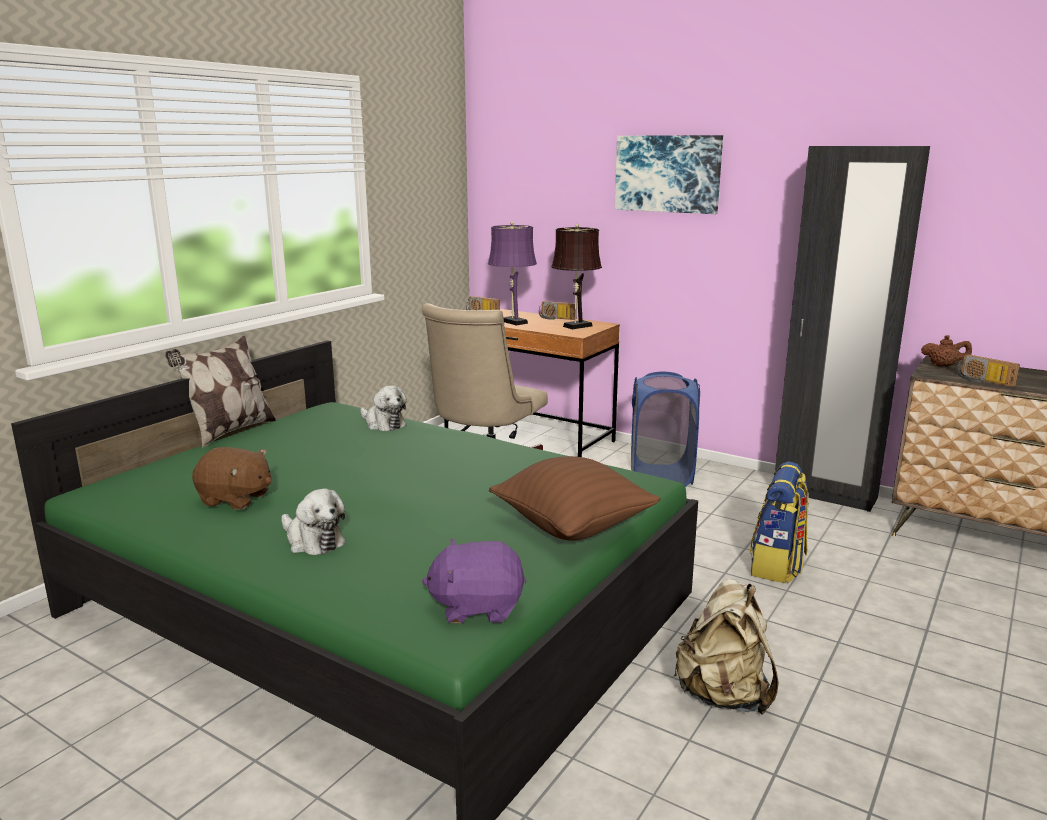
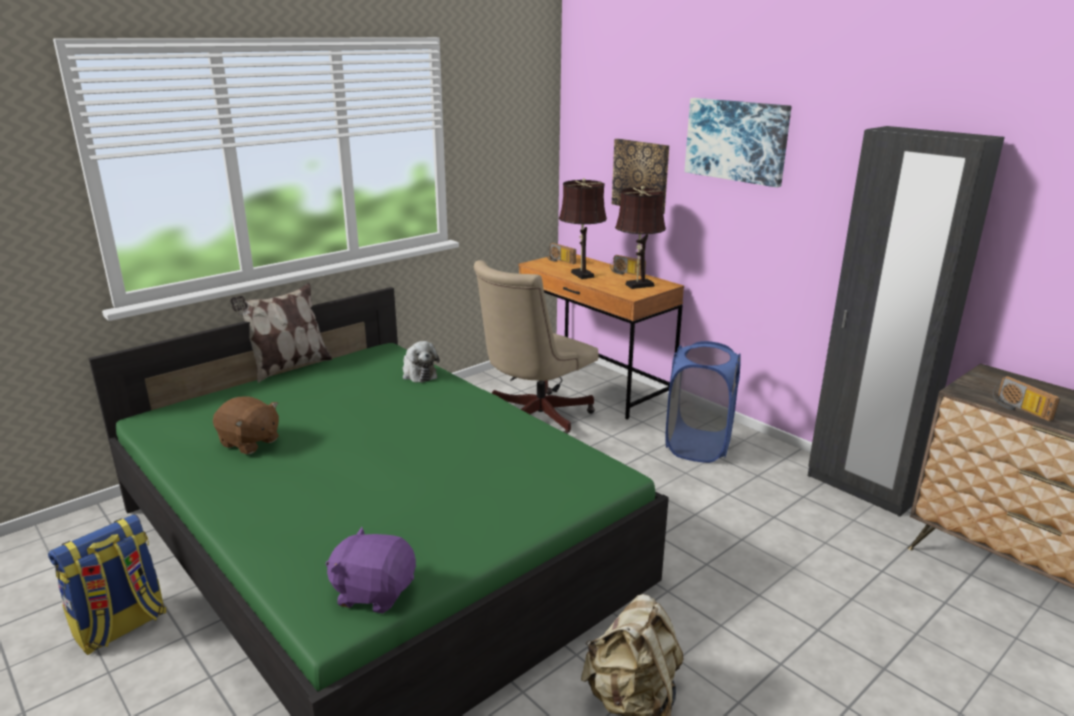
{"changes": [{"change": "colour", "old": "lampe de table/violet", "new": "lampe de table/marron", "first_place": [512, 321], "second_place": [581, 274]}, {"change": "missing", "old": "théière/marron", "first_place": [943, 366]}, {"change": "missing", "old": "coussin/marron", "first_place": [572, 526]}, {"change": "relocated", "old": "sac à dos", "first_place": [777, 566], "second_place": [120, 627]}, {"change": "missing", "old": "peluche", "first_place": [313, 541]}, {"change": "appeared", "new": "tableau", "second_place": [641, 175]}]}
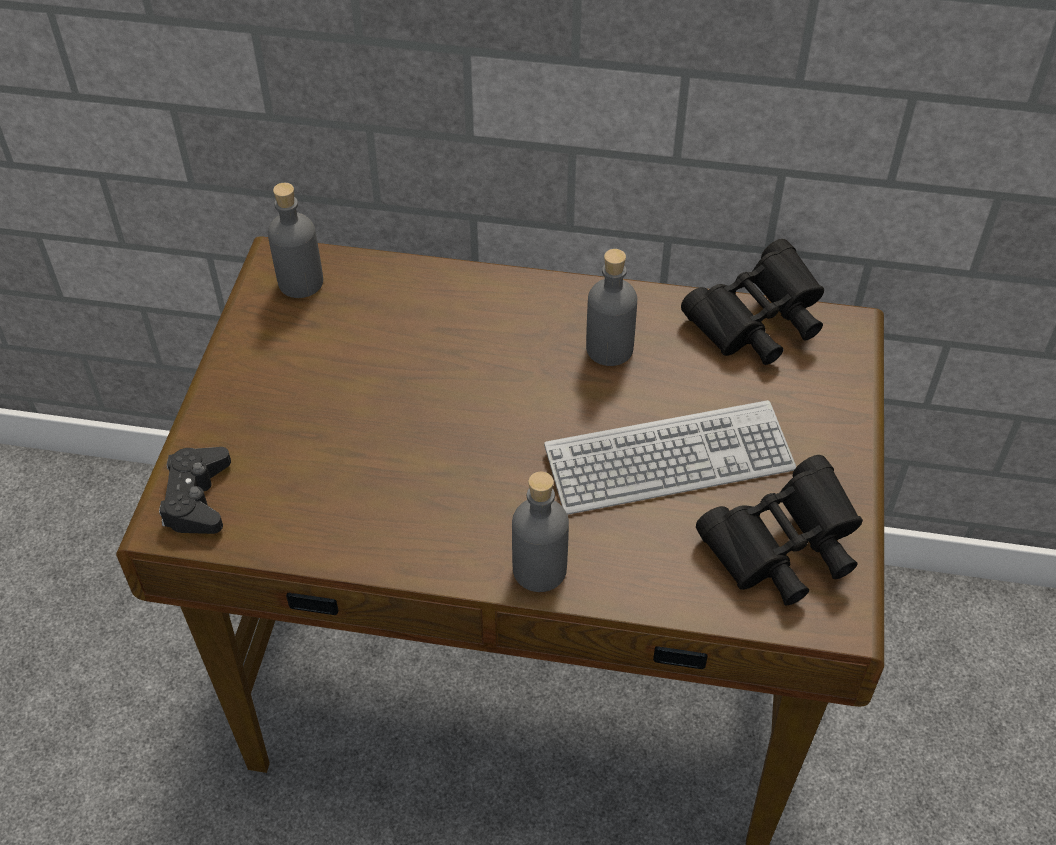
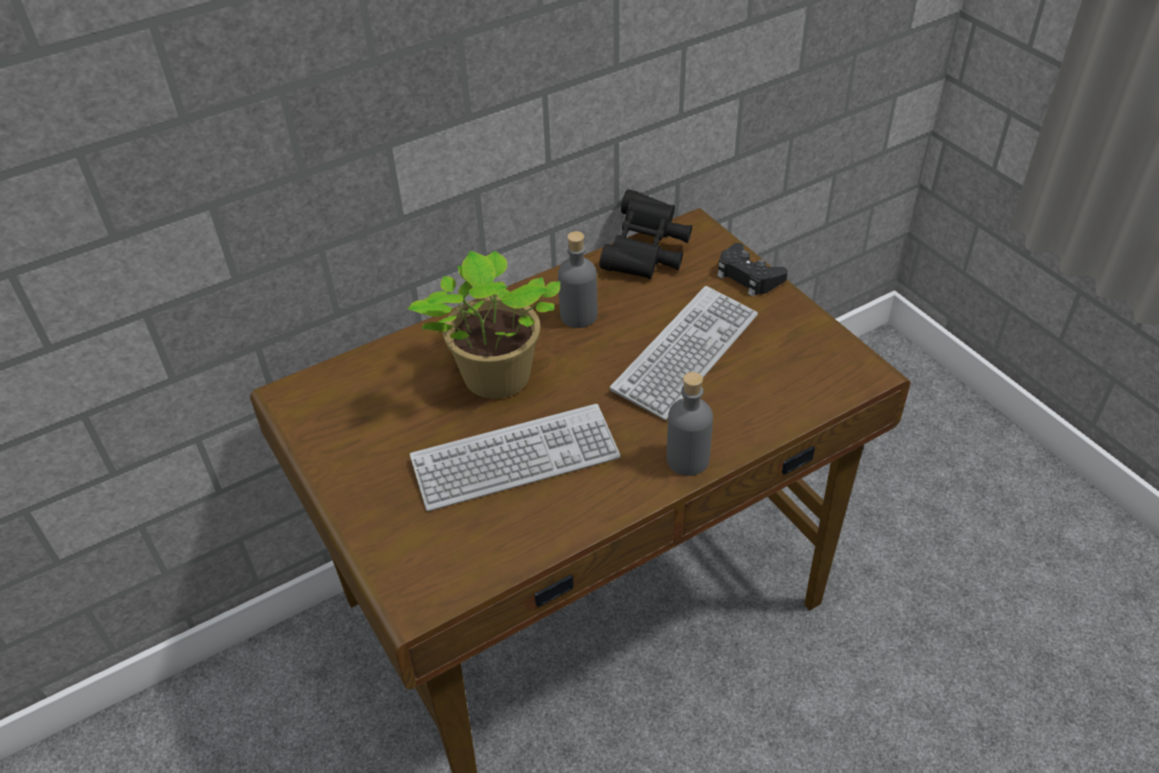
{"changes": [{"change": "missing", "old": "bouteille/gris", "first_place": [300, 282]}, {"change": "relocated", "old": "manette/noir", "first_place": [197, 498], "second_place": [748, 276]}, {"change": "missing", "old": "jumelles/noir", "first_place": [782, 552]}, {"change": "appeared", "new": "plante en pot", "second_place": [494, 380]}, {"change": "appeared", "new": "clavier", "second_place": [515, 459]}]}
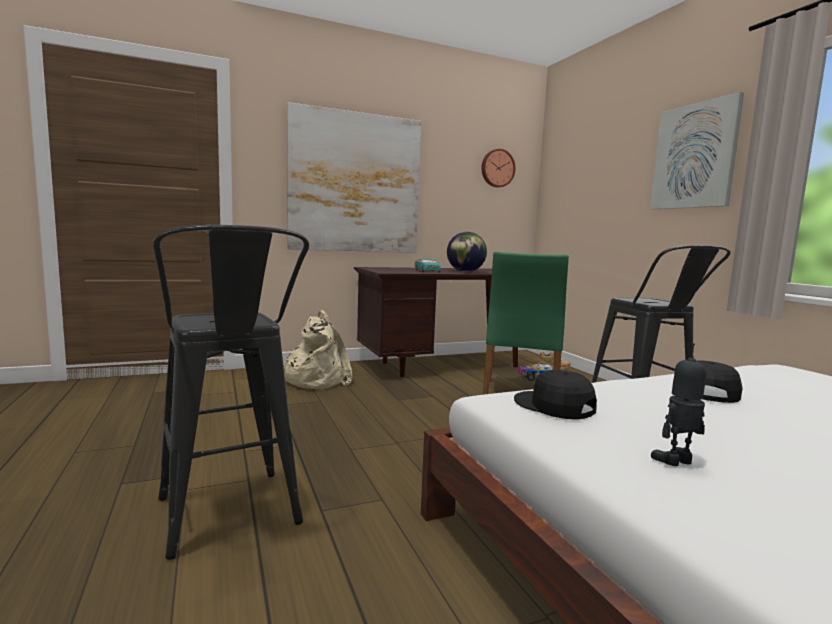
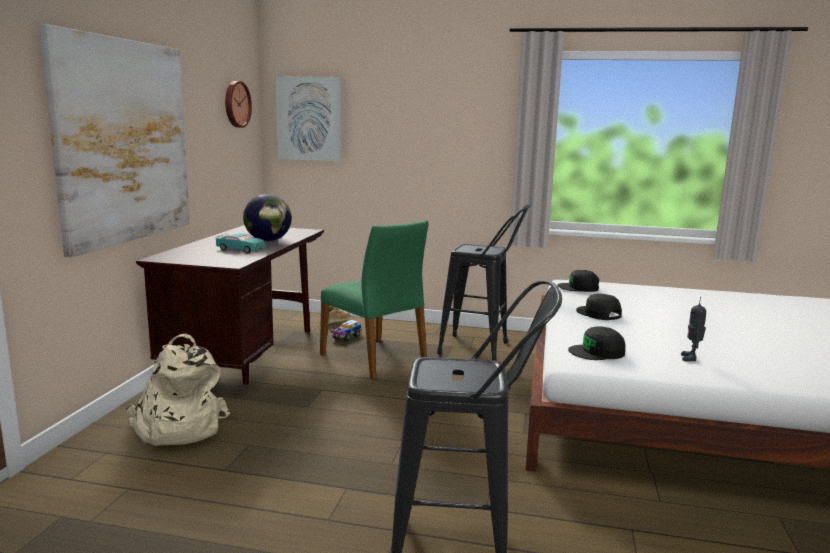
{"changes": [{"change": "relocated", "old": "tableau", "first_place": [694, 156], "second_place": [309, 119]}, {"change": "appeared", "new": "casquette/noir", "second_place": [579, 287]}]}
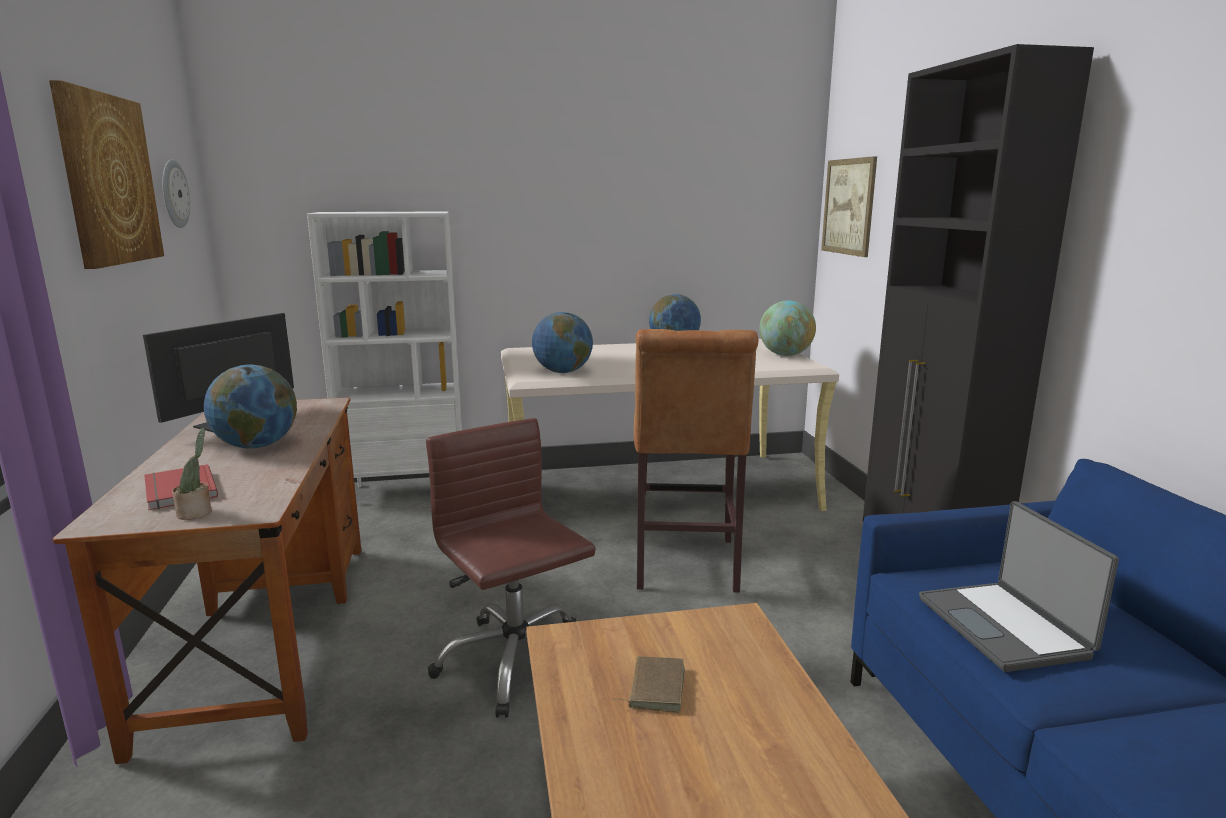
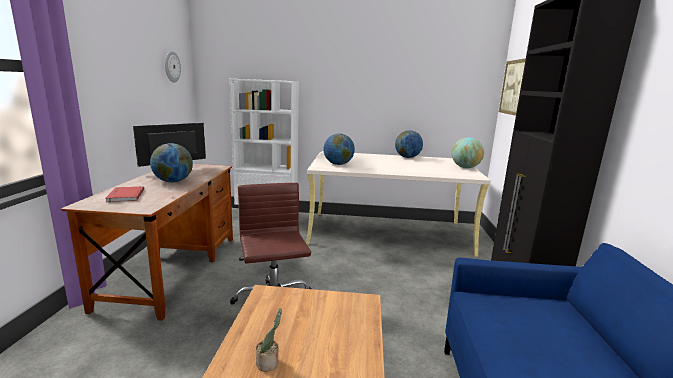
{"changes": [{"change": "missing", "old": "tableau", "first_place": [108, 179]}, {"change": "missing", "old": "tabouret/marron", "first_place": [685, 568]}, {"change": "relocated", "old": "plante en pot", "first_place": [197, 513], "second_place": [269, 363]}, {"change": "missing", "old": "ordinateur portable", "first_place": [1005, 627]}, {"change": "missing", "old": "livre/marron", "first_place": [654, 687]}]}
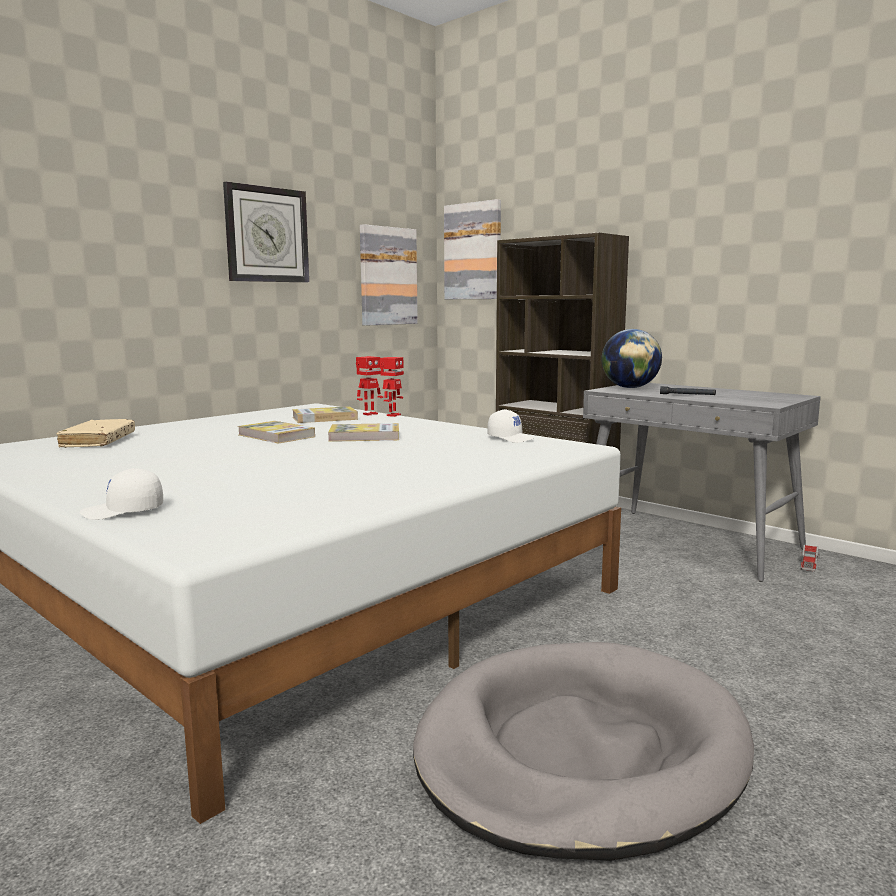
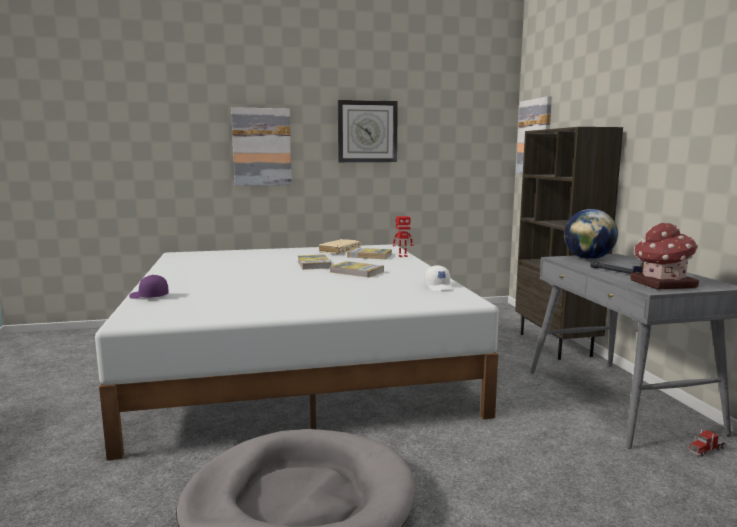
{"changes": [{"change": "relocated", "old": "tableau", "first_place": [387, 276], "second_place": [262, 147]}, {"change": "missing", "old": "robot jouet", "first_place": [393, 415]}, {"change": "relocated", "old": "livre/beige", "first_place": [98, 441], "second_place": [340, 251]}, {"change": "colour", "old": "casquette/blanc", "new": "casquette/violet", "first_place": [123, 511], "second_place": [148, 296]}, {"change": "appeared", "new": "maison miniature", "second_place": [661, 284]}]}
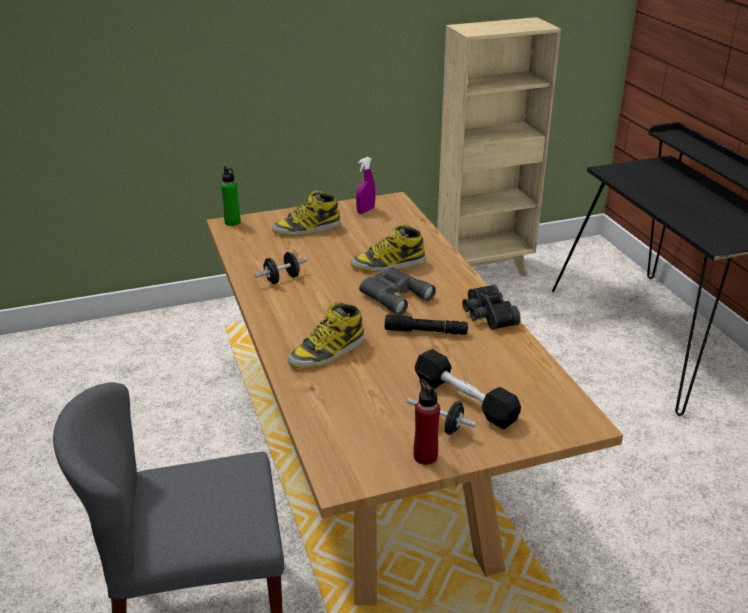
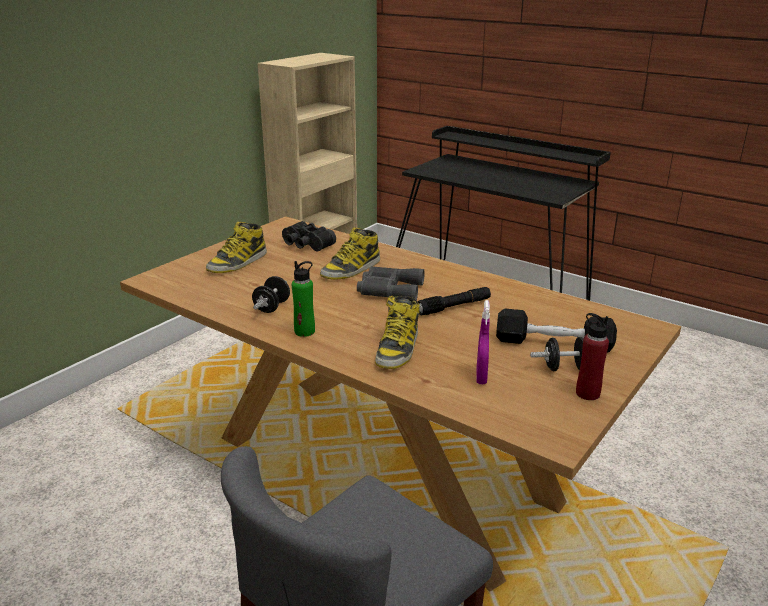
{"changes": [{"change": "relocated", "old": "vaporisateur/violet", "first_place": [365, 211], "second_place": [481, 377]}, {"change": "relocated", "old": "bouteille/vert", "first_place": [232, 222], "second_place": [304, 331]}, {"change": "relocated", "old": "jumelles/noir", "first_place": [486, 316], "second_place": [305, 245]}]}
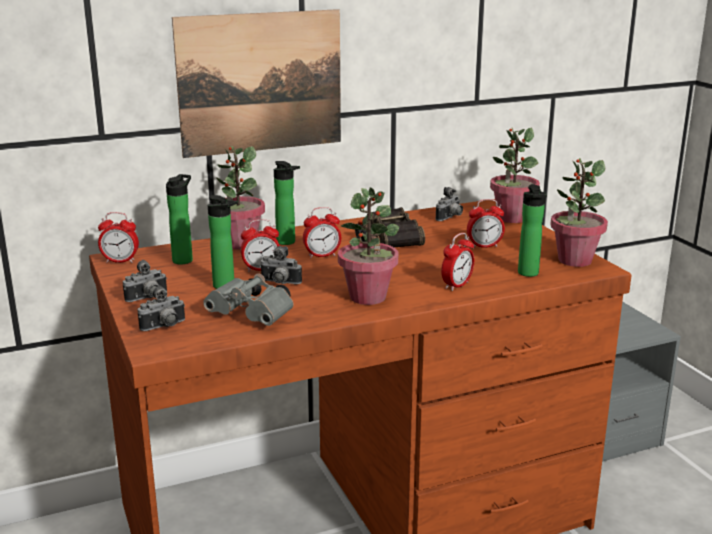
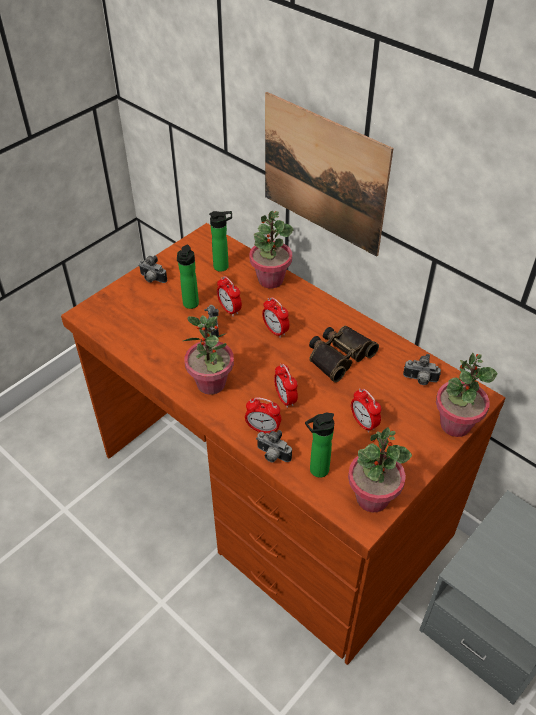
{"changes": [{"change": "missing", "old": "bouteille", "first_place": [288, 242]}, {"change": "relocated", "old": "réveil", "first_place": [120, 261], "second_place": [285, 399]}, {"change": "missing", "old": "jumelles/gris", "first_place": [254, 316]}, {"change": "relocated", "old": "appareil photo", "first_place": [164, 327], "second_place": [272, 455]}]}
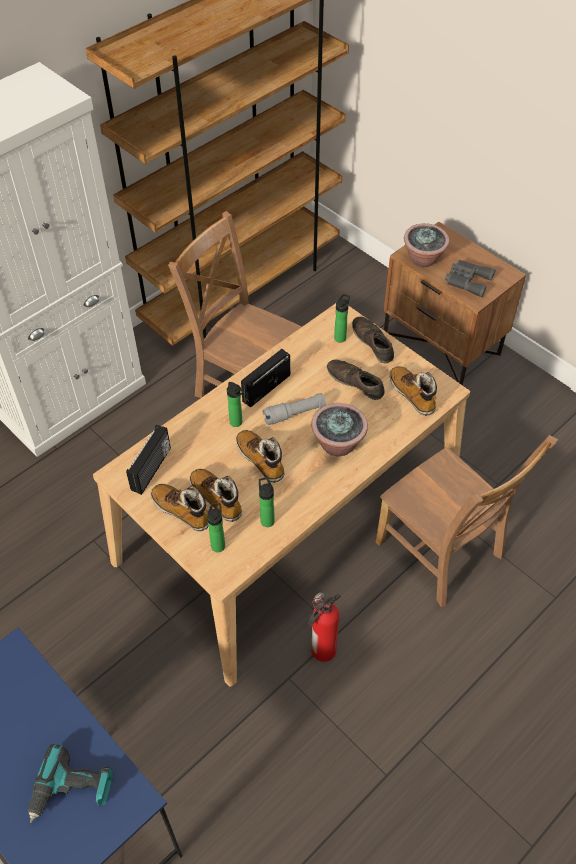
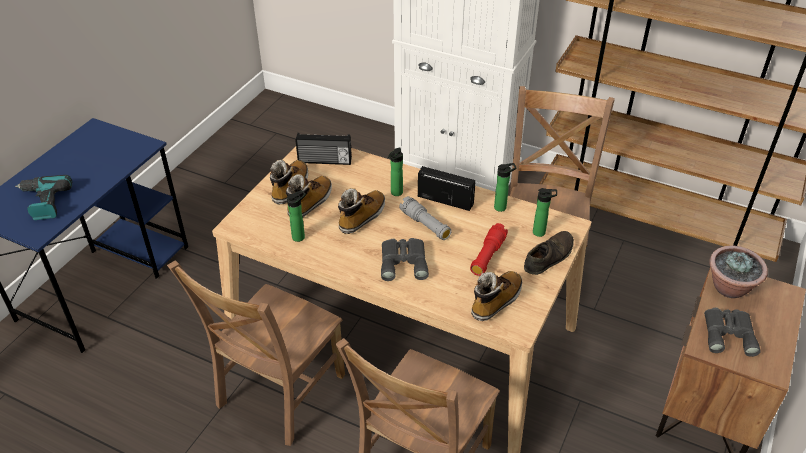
{"changes": [{"change": "exchanged", "old": "chaussure/marron", "new": "lampe de poche/rouge", "first_place": [355, 382], "second_place": [488, 256]}, {"change": "exchanged", "old": "plante en pot", "new": "jumelles/gris", "first_place": [338, 444], "second_place": [404, 261]}, {"change": "relocated", "old": "bouteille", "first_place": [218, 544], "second_place": [502, 207]}, {"change": "exchanged", "old": "extincteur", "new": "chaise/marron", "first_place": [322, 651], "second_place": [278, 394]}]}
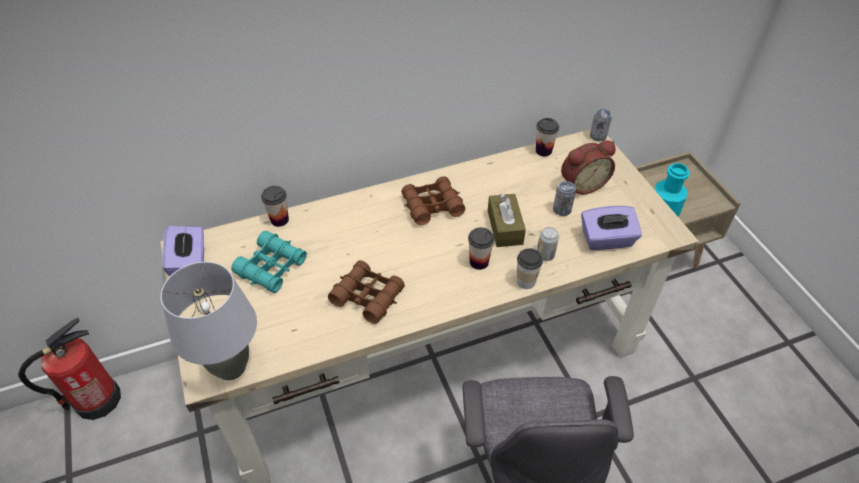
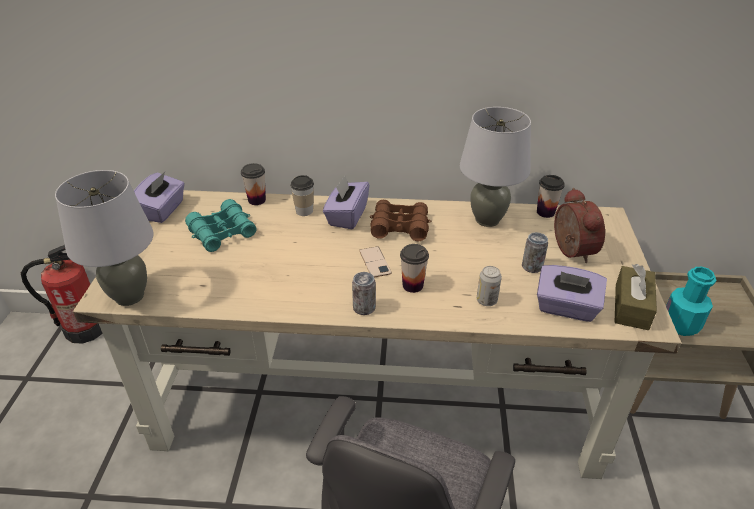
{"changes": [{"change": "relocated", "old": "boîte métallique", "first_place": [598, 136], "second_place": [364, 308]}, {"change": "spun", "old": "réveil", "first_place": [582, 184], "second_place": [569, 251], "degrees": -105}, {"change": "relocated", "old": "boîte à mouchoirs/marron", "first_place": [505, 227], "second_place": [631, 306]}, {"change": "relocated", "old": "tasse", "first_place": [526, 281], "second_place": [304, 211]}, {"change": "missing", "old": "jumelles/marron", "first_place": [367, 296]}, {"change": "appeared", "new": "lampe de table/gris", "second_place": [487, 220]}, {"change": "appeared", "new": "boîte à mouchoirs/violet", "second_place": [347, 216]}, {"change": "appeared", "new": "téléphone", "second_place": [375, 262]}]}
